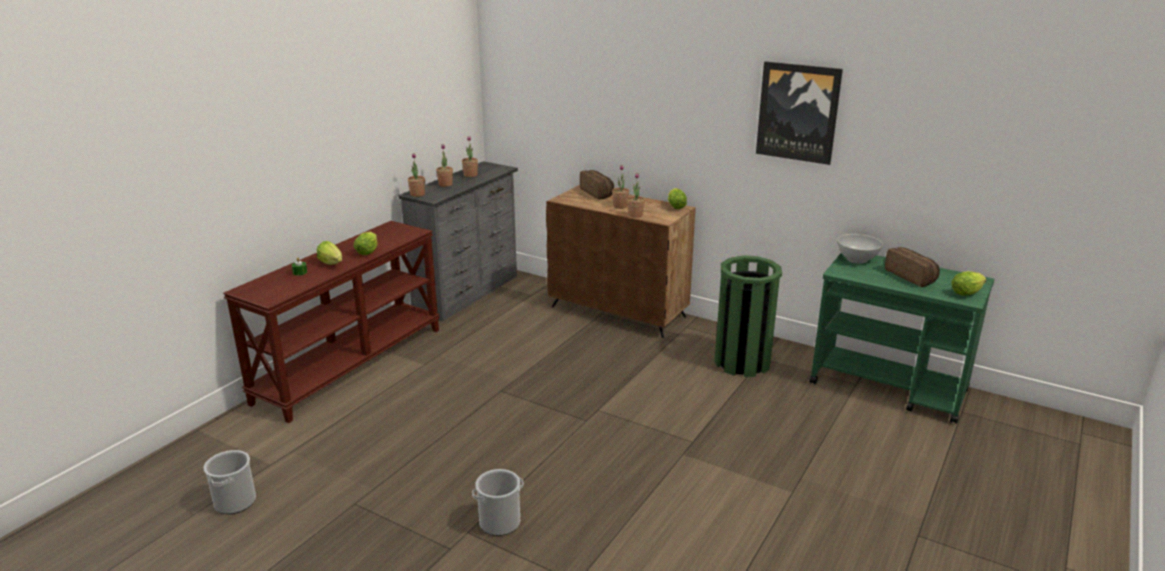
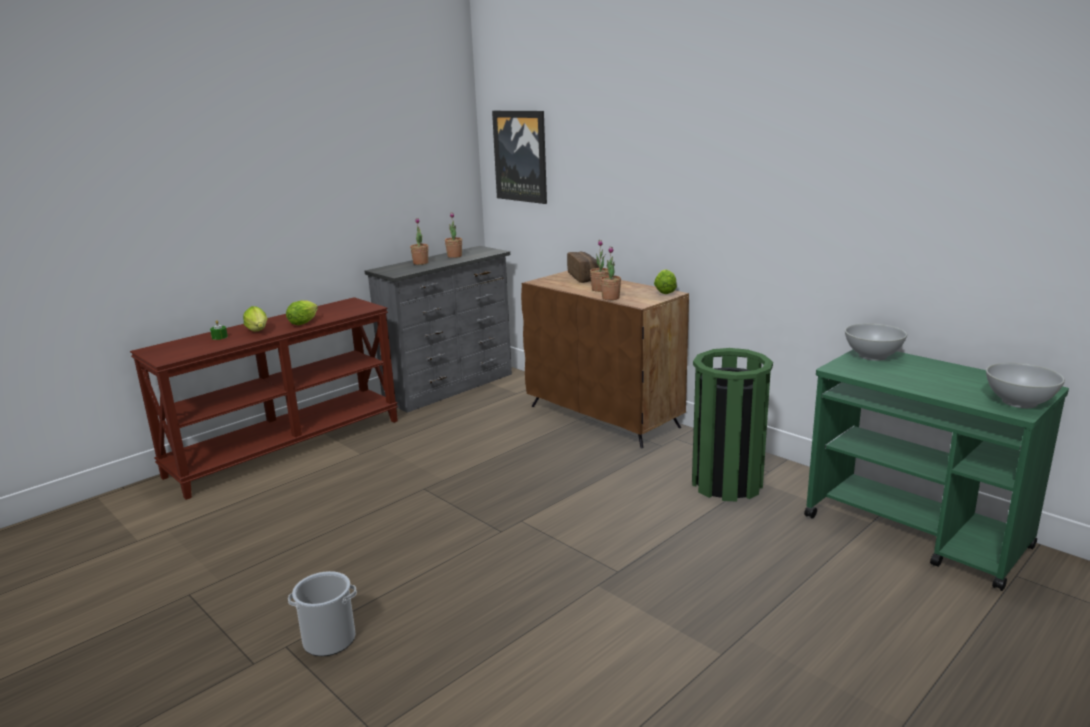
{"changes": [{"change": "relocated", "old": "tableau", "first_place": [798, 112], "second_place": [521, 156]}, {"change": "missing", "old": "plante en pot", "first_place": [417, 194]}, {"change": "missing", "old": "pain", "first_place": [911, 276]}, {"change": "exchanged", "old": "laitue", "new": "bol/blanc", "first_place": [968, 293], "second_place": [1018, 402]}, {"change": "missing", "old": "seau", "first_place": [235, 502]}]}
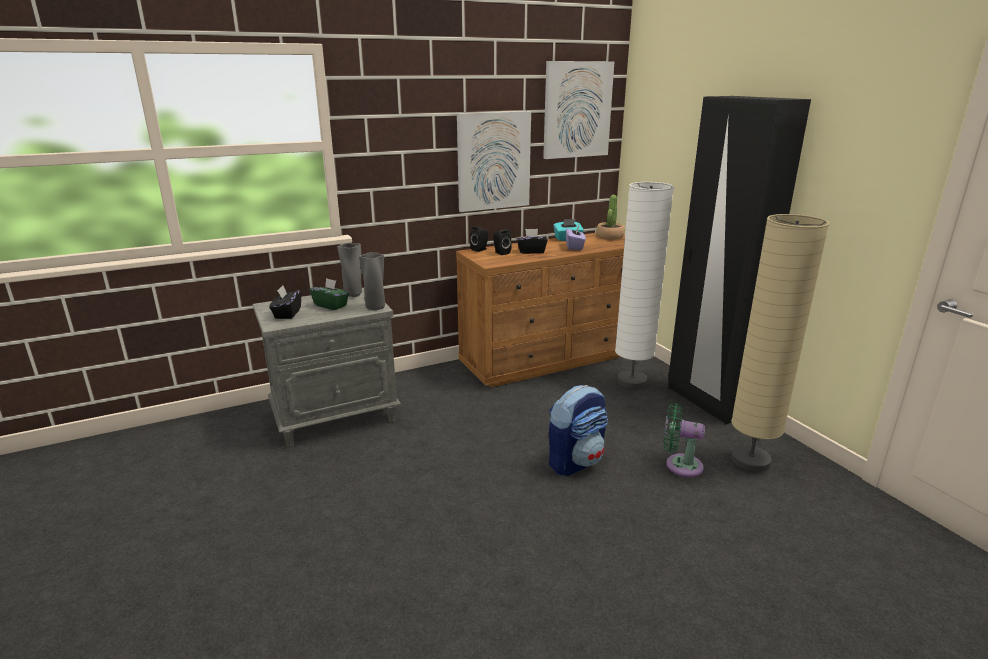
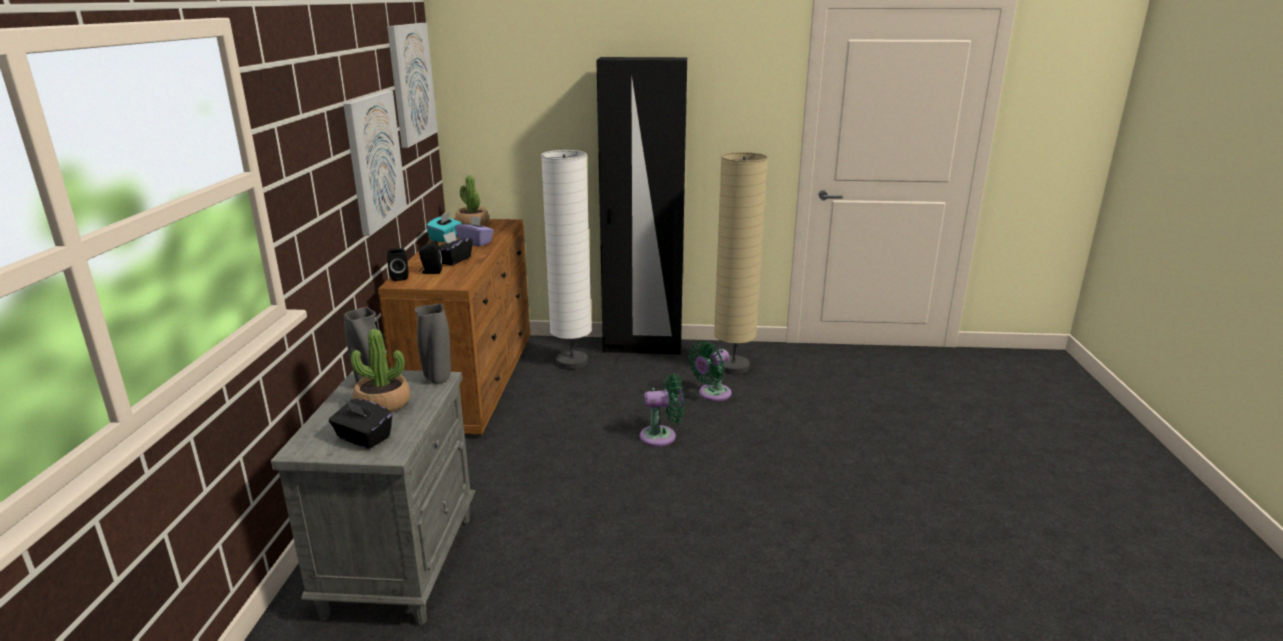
{"changes": [{"change": "exchanged", "old": "boîte à mouchoirs/vert", "new": "plante en pot", "first_place": [331, 305], "second_place": [383, 404]}, {"change": "exchanged", "old": "sac à dos", "new": "ventilateur/vert", "first_place": [575, 461], "second_place": [662, 436]}]}
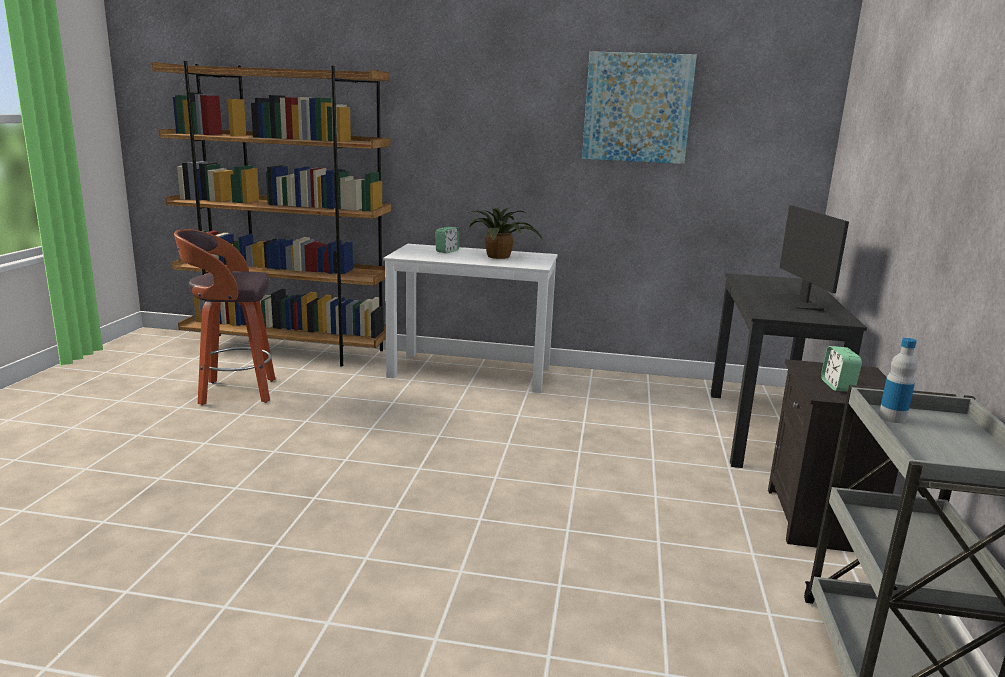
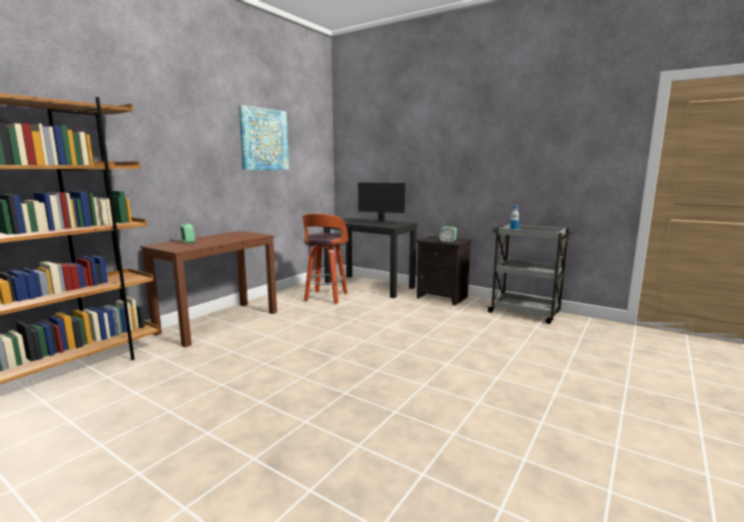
{"changes": [{"change": "missing", "old": "plante en pot", "first_place": [500, 256]}, {"change": "relocated", "old": "tabouret", "first_place": [235, 392], "second_place": [326, 298]}, {"change": "colour", "old": "bureau/blanc", "new": "bureau/marron", "first_place": [471, 372], "second_place": [219, 322]}]}
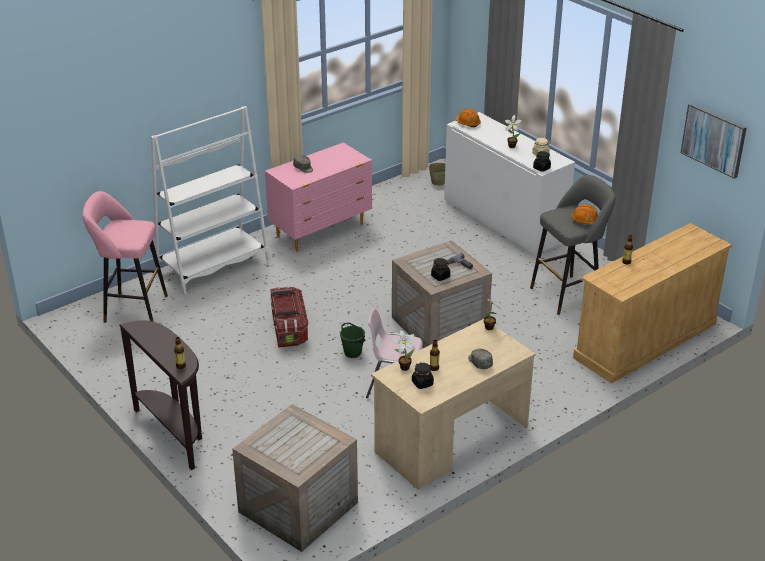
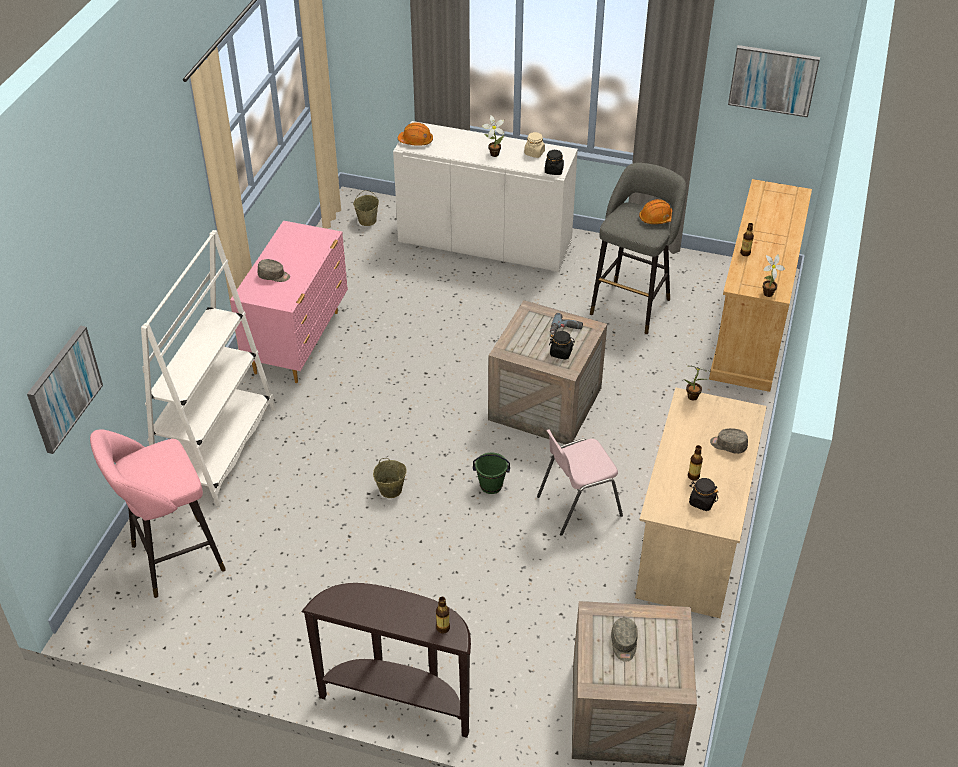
{"changes": [{"change": "exchanged", "old": "boîte de rangement", "new": "seau/beige", "first_place": [289, 328], "second_place": [390, 490]}, {"change": "relocated", "old": "plante en pot", "first_place": [403, 367], "second_place": [766, 294]}, {"change": "appeared", "new": "tableau", "second_place": [63, 388]}, {"change": "appeared", "new": "casquette/gris", "second_place": [624, 644]}]}
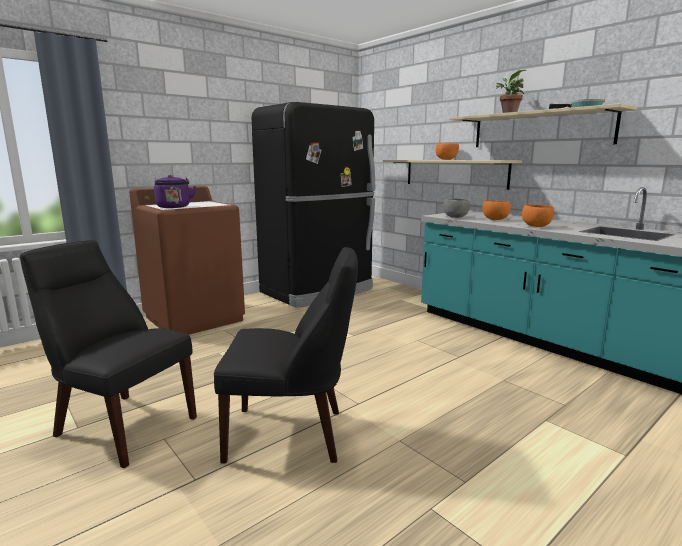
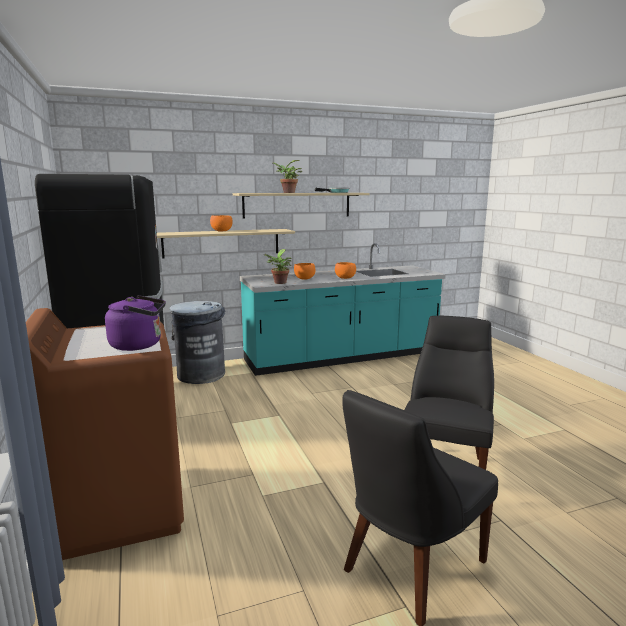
{"changes": [{"change": "exchanged", "old": "bol/gris", "new": "plante en pot", "first_place": [455, 217], "second_place": [279, 283]}, {"change": "appeared", "new": "poubelle/gris", "second_place": [201, 374]}]}
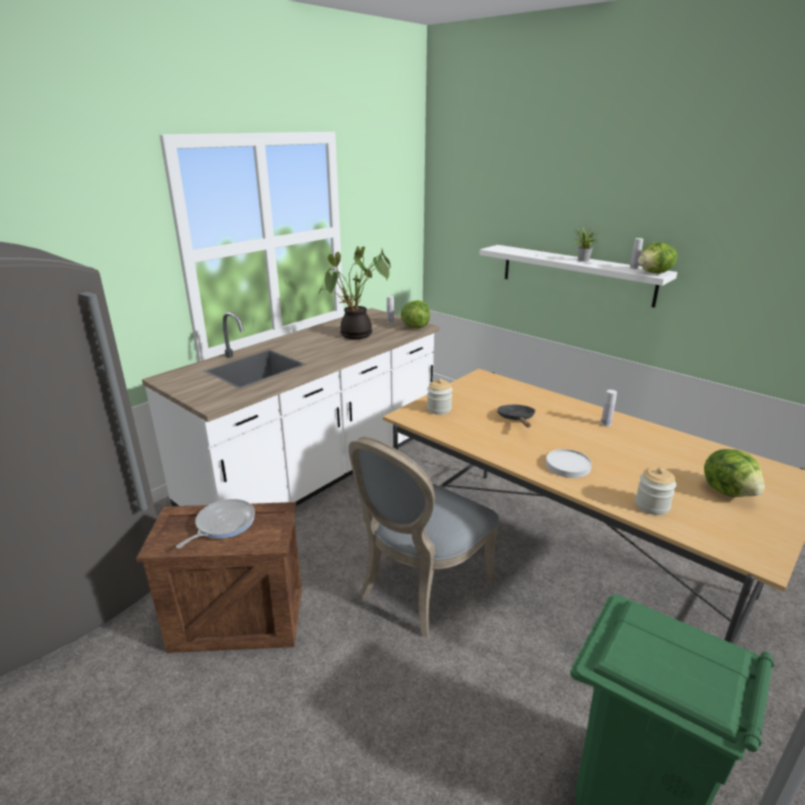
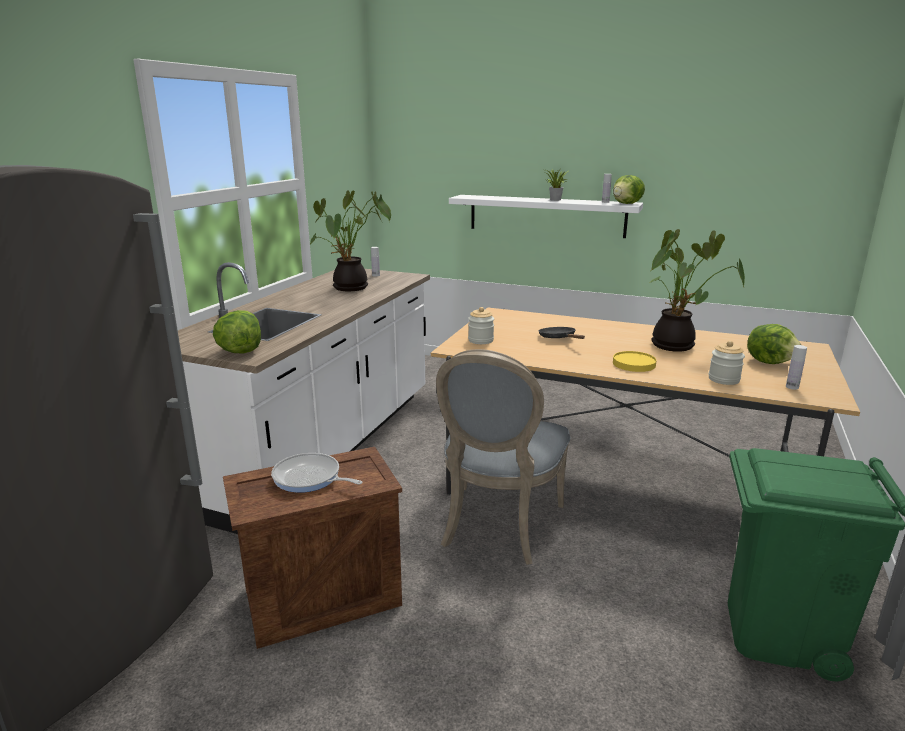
{"changes": [{"change": "relocated", "old": "laitue", "first_place": [415, 327], "second_place": [240, 351]}, {"change": "relocated", "old": "bouteille/blanc", "first_place": [605, 424], "second_place": [792, 387]}, {"change": "colour", "old": "assiette/blanc", "new": "assiette/jaune", "first_place": [567, 466], "second_place": [633, 364]}, {"change": "spun", "old": "poêle", "first_place": [222, 524], "second_place": [309, 478], "degrees": -75}, {"change": "appeared", "new": "plante en pot", "second_place": [676, 346]}]}
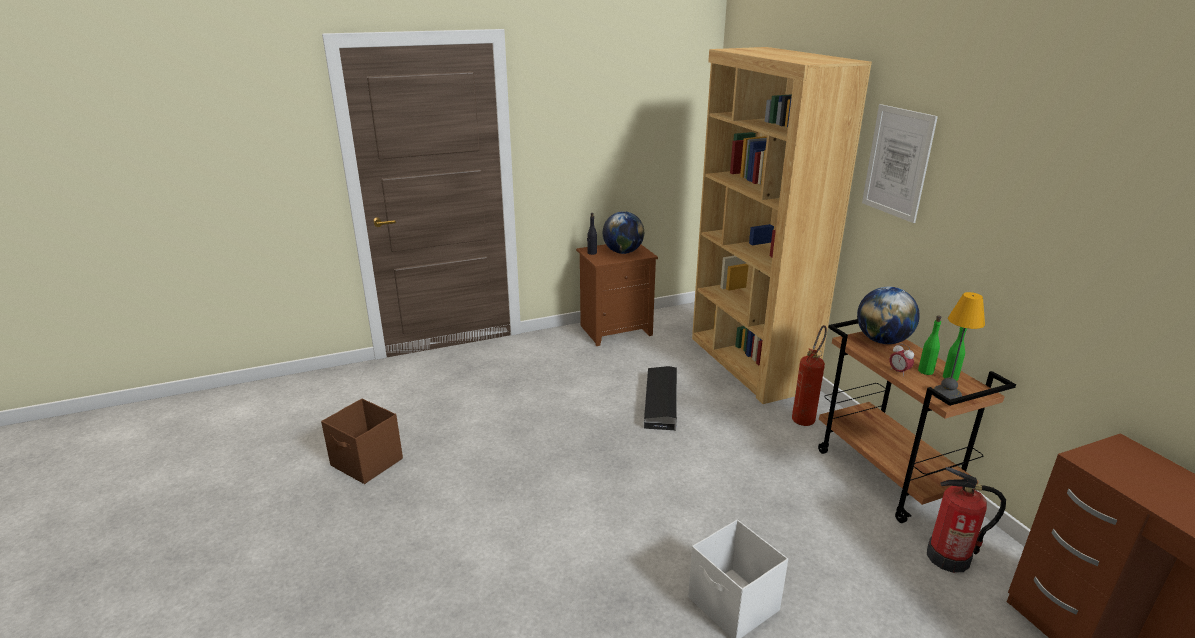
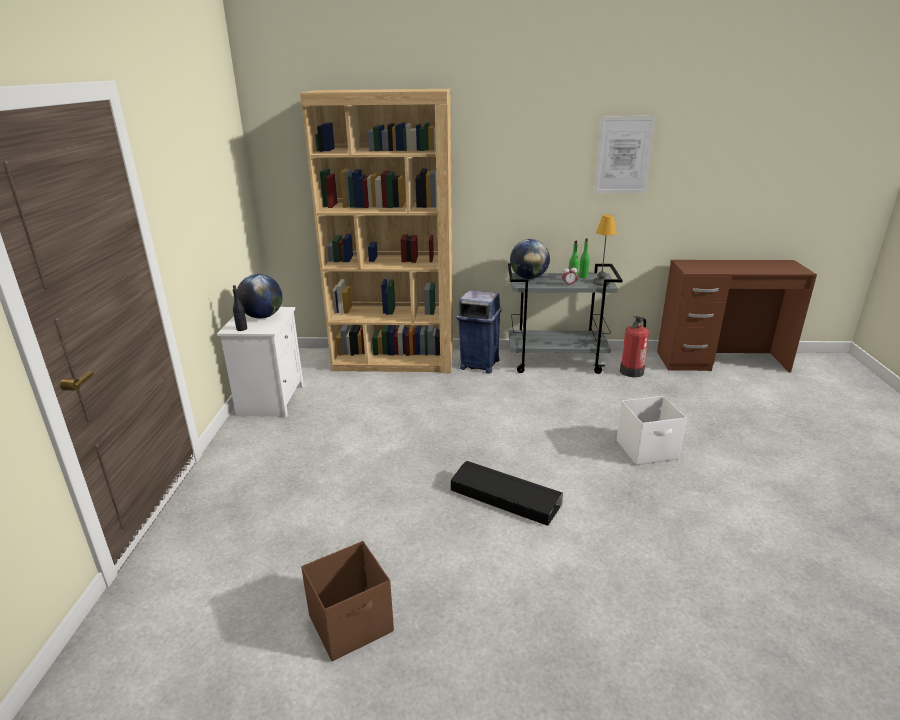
{"changes": [{"change": "relocated", "old": "tableau", "first_place": [897, 162], "second_place": [623, 155]}, {"change": "colour", "old": "table de chevet/marron", "new": "table de chevet/blanc", "first_place": [616, 330], "second_place": [270, 400]}, {"change": "colour", "old": "chariot/marron", "new": "chariot/gris", "first_place": [888, 476], "second_place": [557, 361]}, {"change": "exchanged", "old": "extincteur", "new": "poubelle/bleu", "first_place": [805, 417], "second_place": [479, 364]}, {"change": "relocated", "old": "boîte de rangement/noir", "first_place": [661, 402], "second_place": [505, 497]}]}
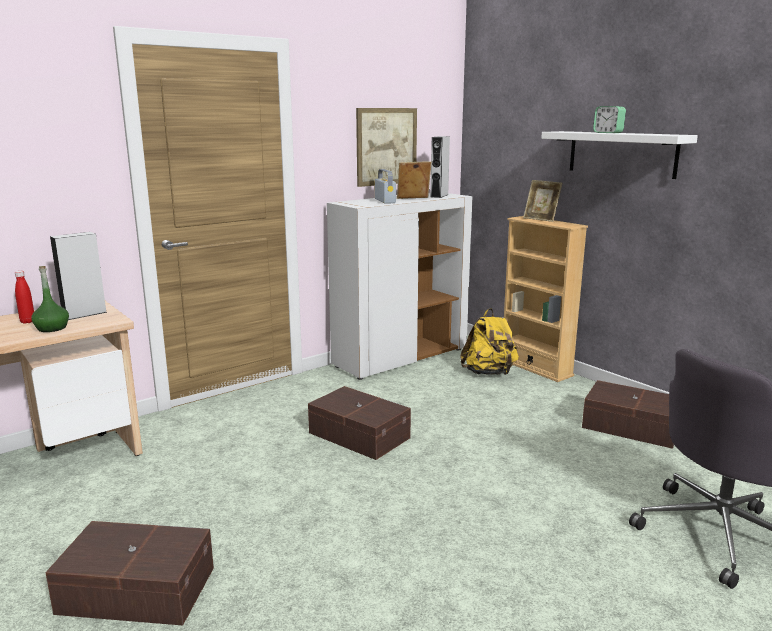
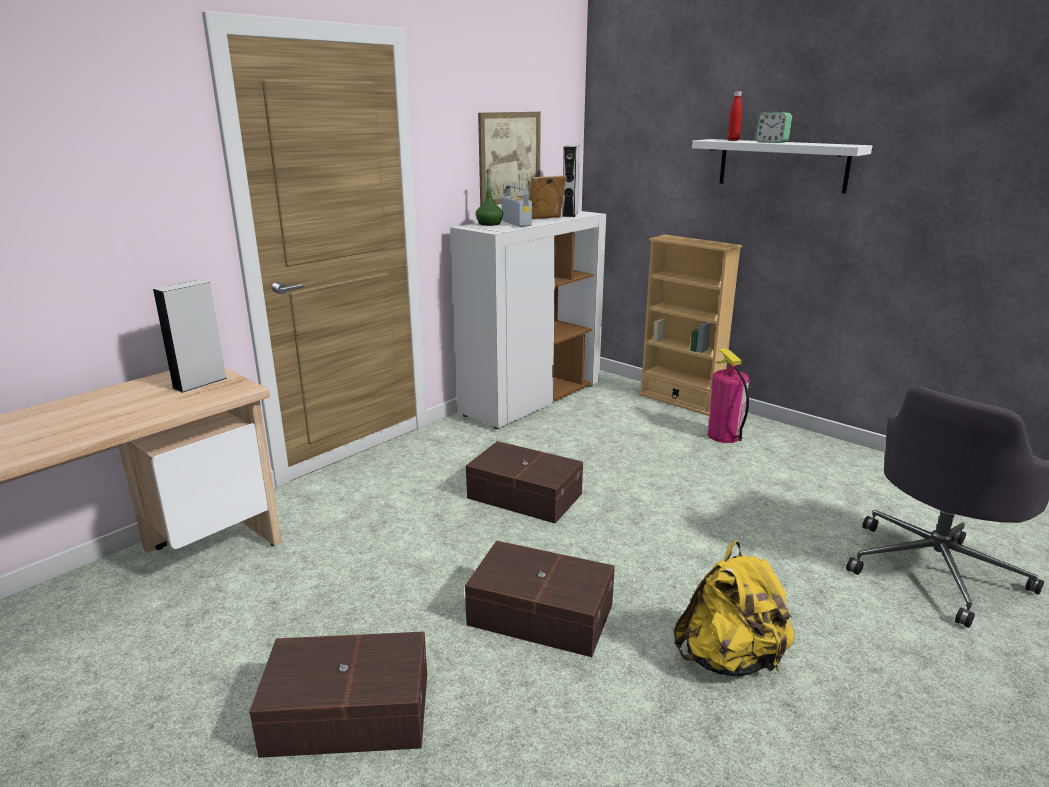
{"changes": [{"change": "missing", "old": "cadre photo", "first_place": [541, 219]}, {"change": "relocated", "old": "bouteille/vert", "first_place": [52, 328], "second_place": [489, 224]}, {"change": "relocated", "old": "bouteille/rouge", "first_place": [27, 321], "second_place": [733, 140]}, {"change": "relocated", "old": "sac à dos/jaune", "first_place": [489, 373], "second_place": [729, 659]}, {"change": "relocated", "old": "boîte de rangement/marron", "first_place": [630, 426], "second_place": [540, 613]}, {"change": "appeared", "new": "extincteur", "second_place": [723, 435]}]}
